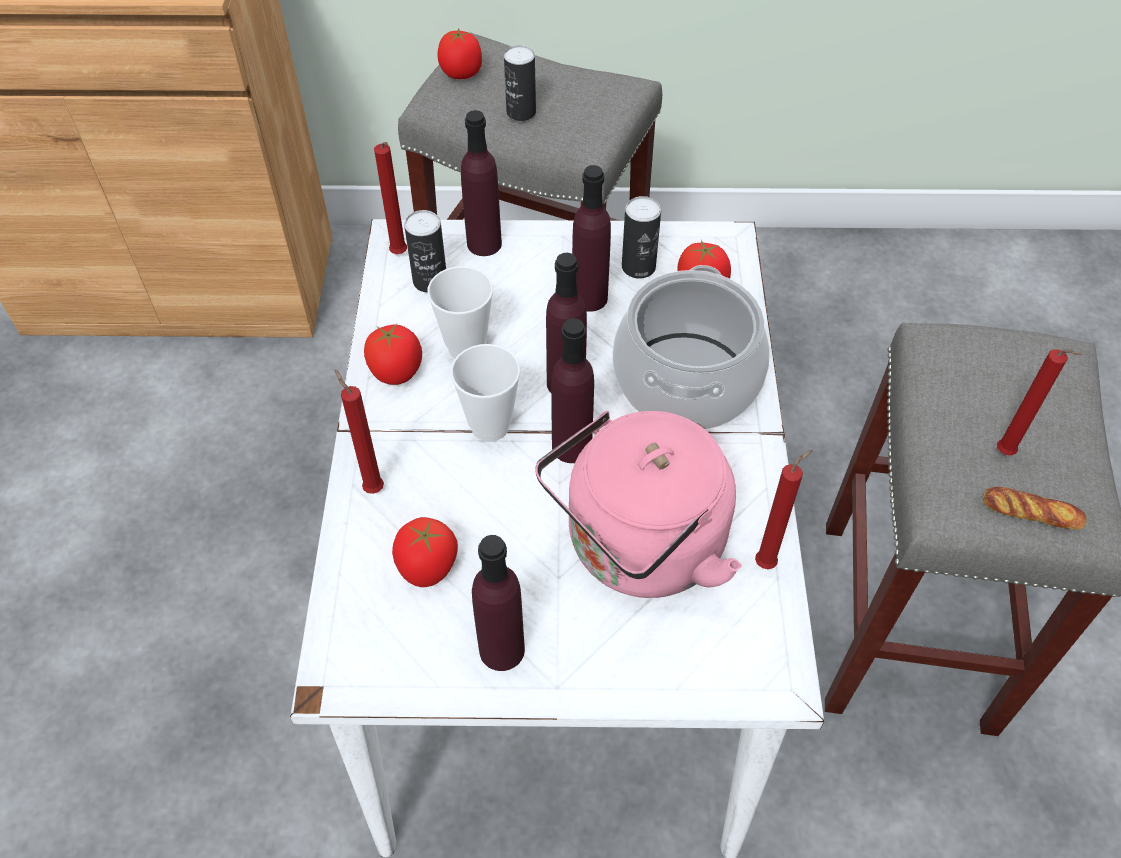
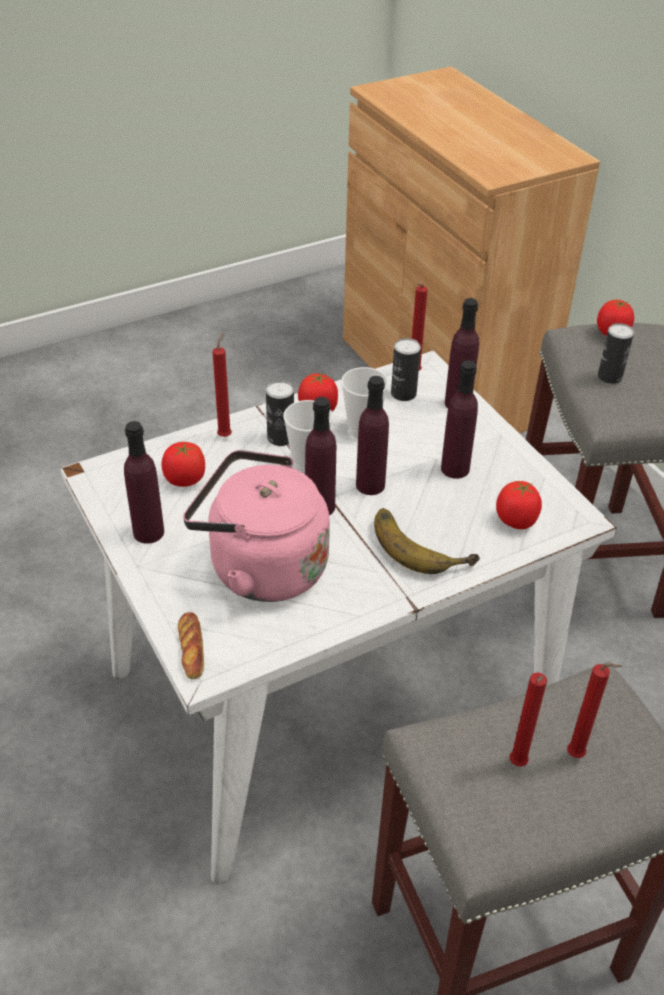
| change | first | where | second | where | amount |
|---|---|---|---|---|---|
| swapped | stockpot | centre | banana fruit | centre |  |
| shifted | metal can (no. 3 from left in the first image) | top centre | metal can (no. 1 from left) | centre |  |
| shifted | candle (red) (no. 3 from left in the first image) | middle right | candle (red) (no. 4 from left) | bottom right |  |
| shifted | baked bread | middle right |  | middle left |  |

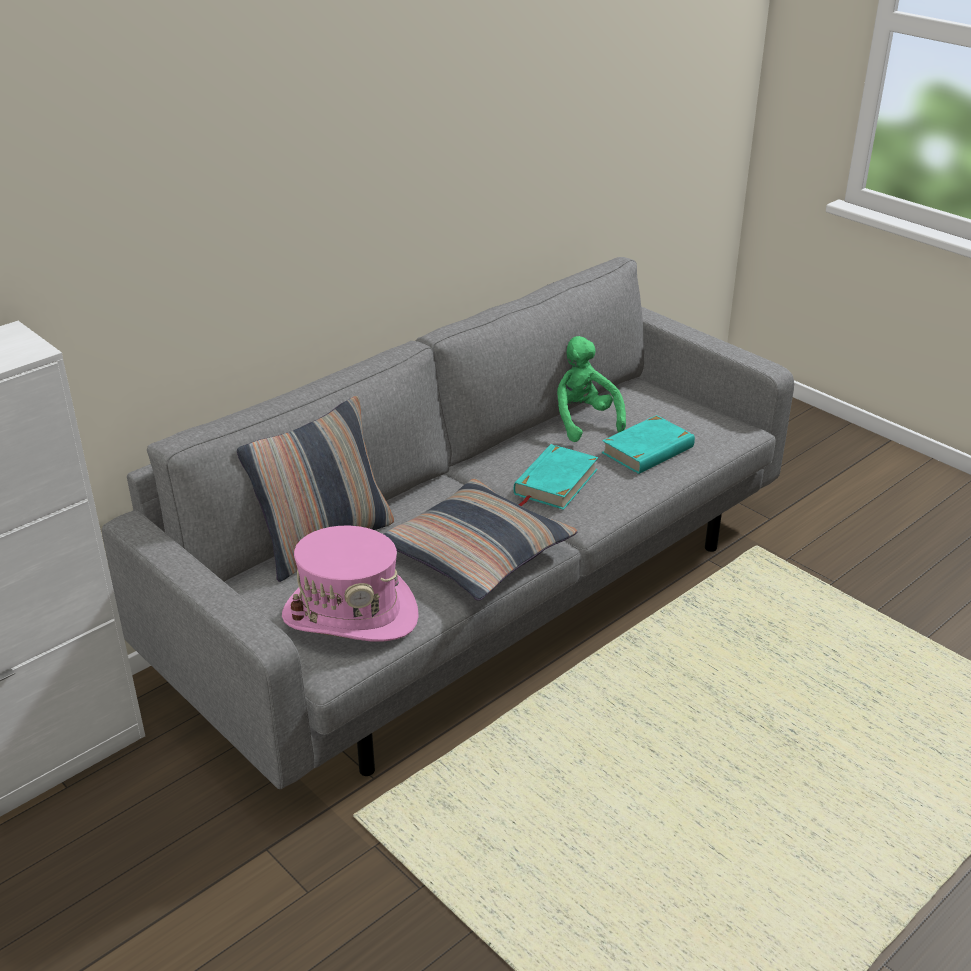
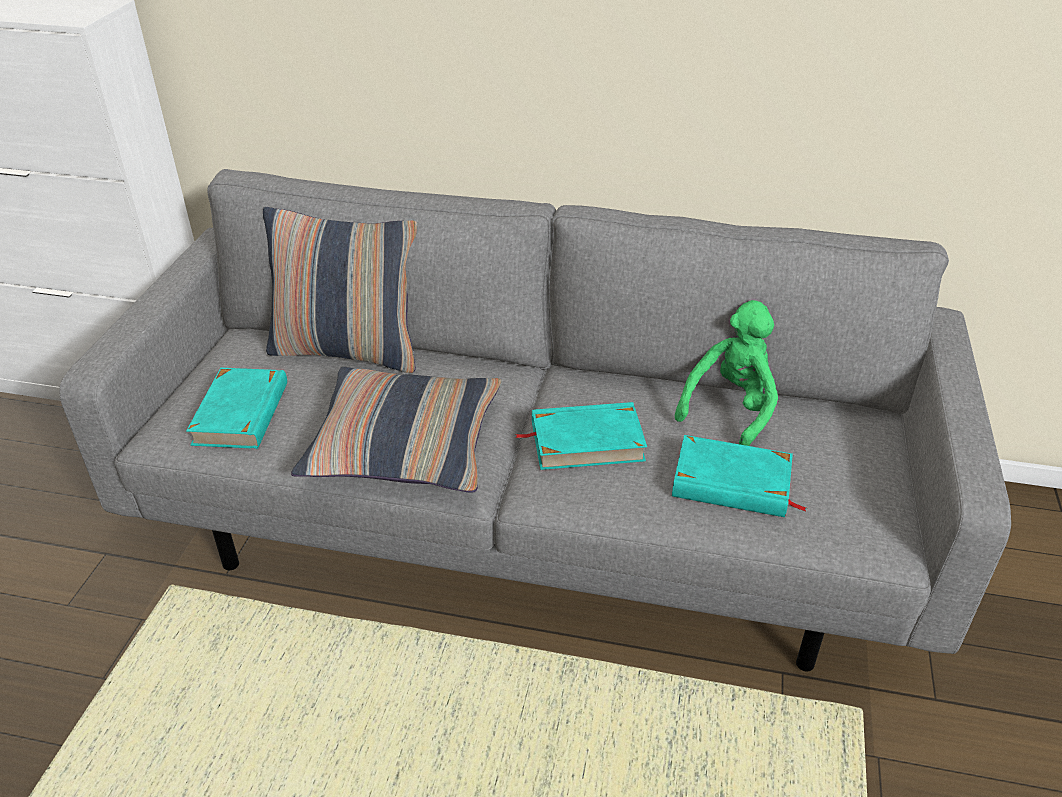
| change | first | where | second | where | amount |
|---|---|---|---|---|---|
| swapped | clothing hat (pinkish) | centre | bound book (turquoise) (no. 1 from left) | middle left |  |

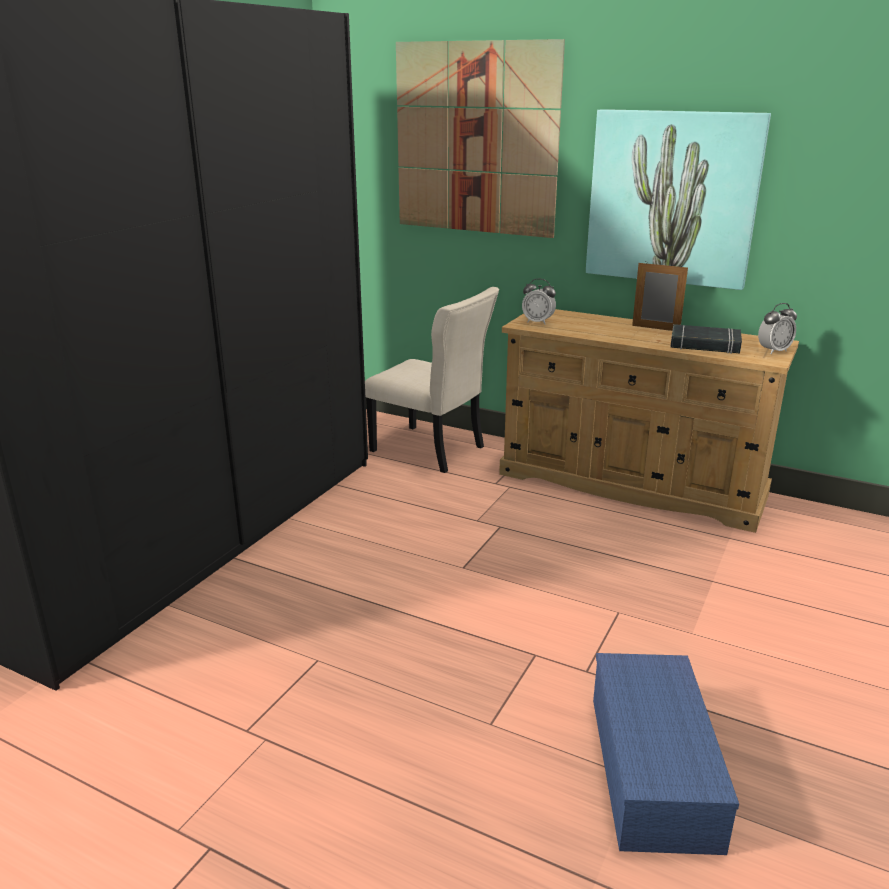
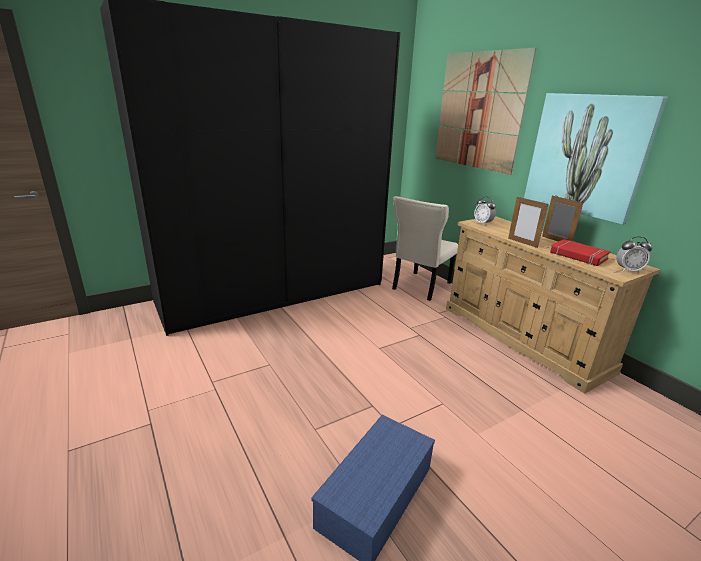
| change | first | where | second | where | amount |
|---|---|---|---|---|---|
| rotated | plain chair (beige-coloured) | centre |  | centre | 60 degrees clockwise |
| repainted | bound book (blackish) | middle right | bound book (red) | middle right |  |
| new |  |  | picture frame (no. 1 from left) | middle right |  |

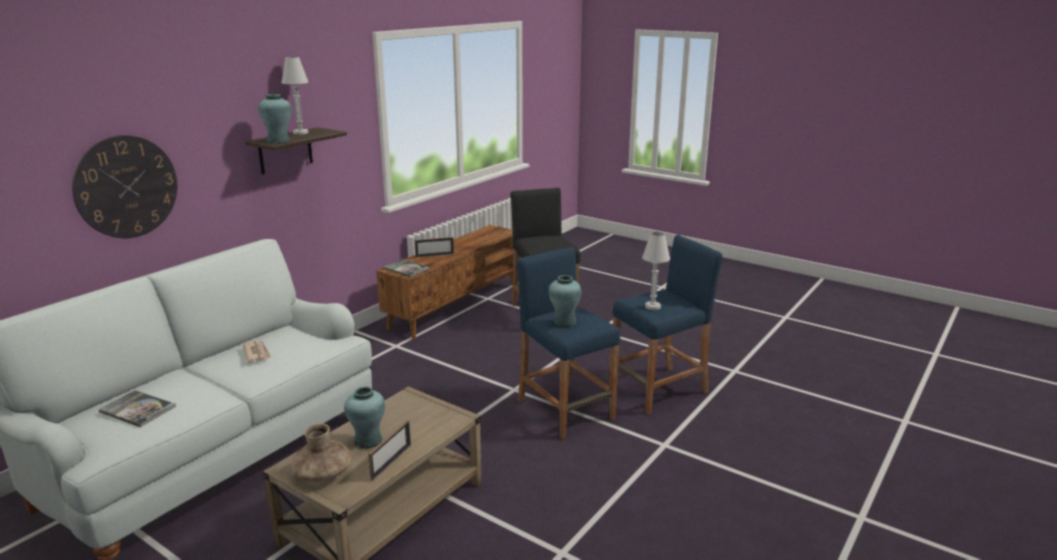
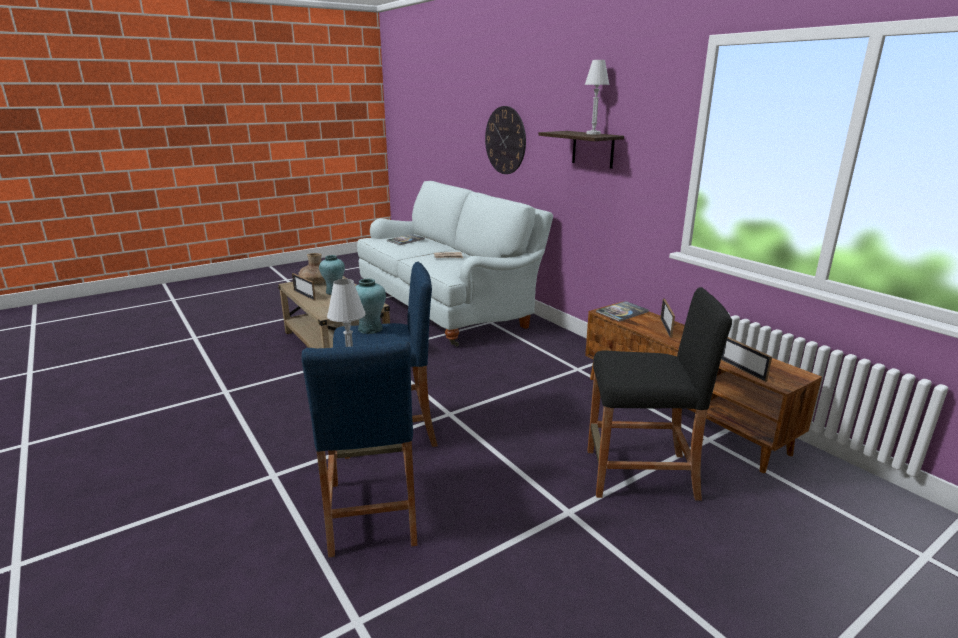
| change | first | where | second | where | amount |
|---|---|---|---|---|---|
| gone | decorative vase (turquoise) (no. 1 from left) | top left |  |  |  |
| new |  |  | picture frame (no. 3 from left) | middle right |  |

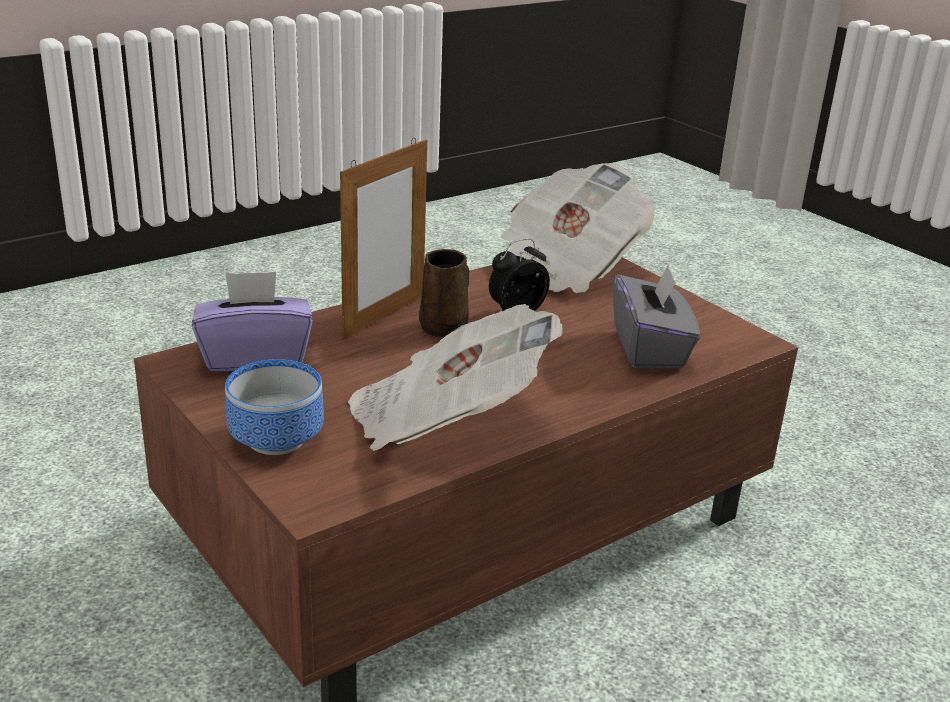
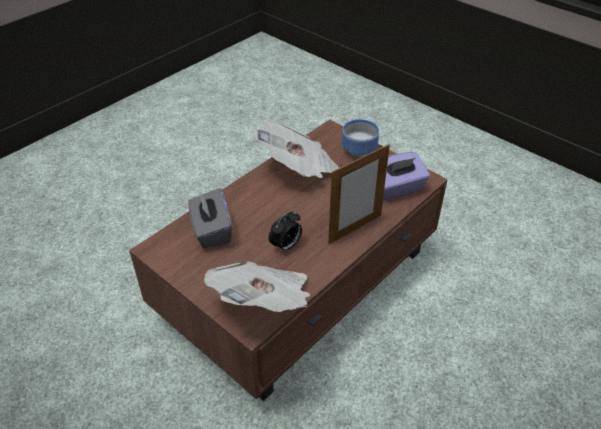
| change | first | where | second | where | amount |
|---|---|---|---|---|---|
| rotated | picture frame | centre |  | centre | 150 degrees counterclockwise |
| gone | coffee mug (brownish) | centre |  |  |  |

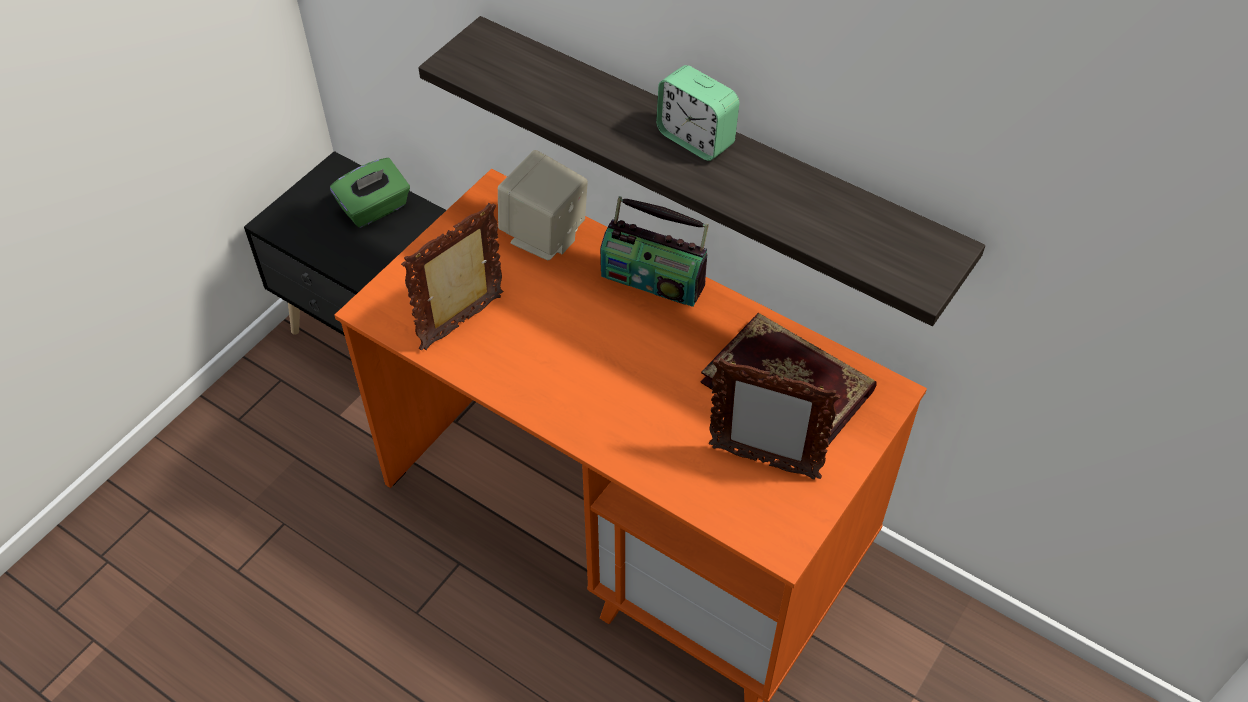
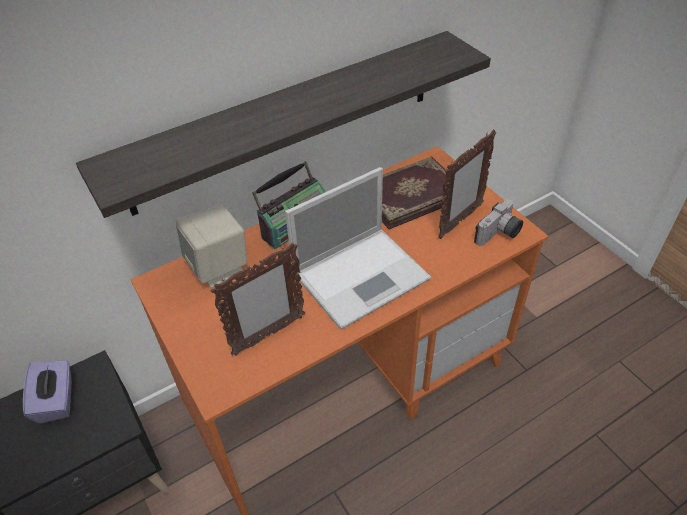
| change | first | where | second | where | amount |
|---|---|---|---|---|---|
| repainted | box of tissues (greenish) | top left | box of tissues (purple-coloured) | bottom left |  |
| rotated | picture frame (no. 1 from left) | centre |  | centre | 105 degrees counterclockwise |
| gone | alarm clock | top centre |  |  |  |
| new |  |  | laptop | centre |  |
| new |  |  | still camera | middle right |  |

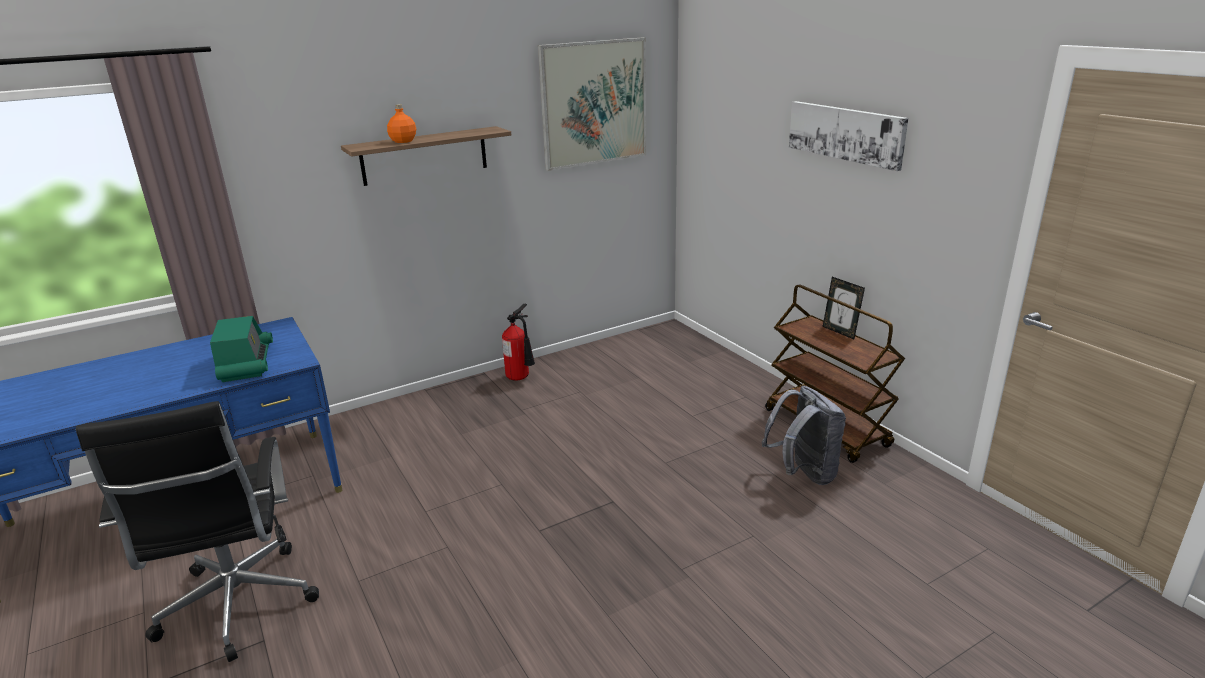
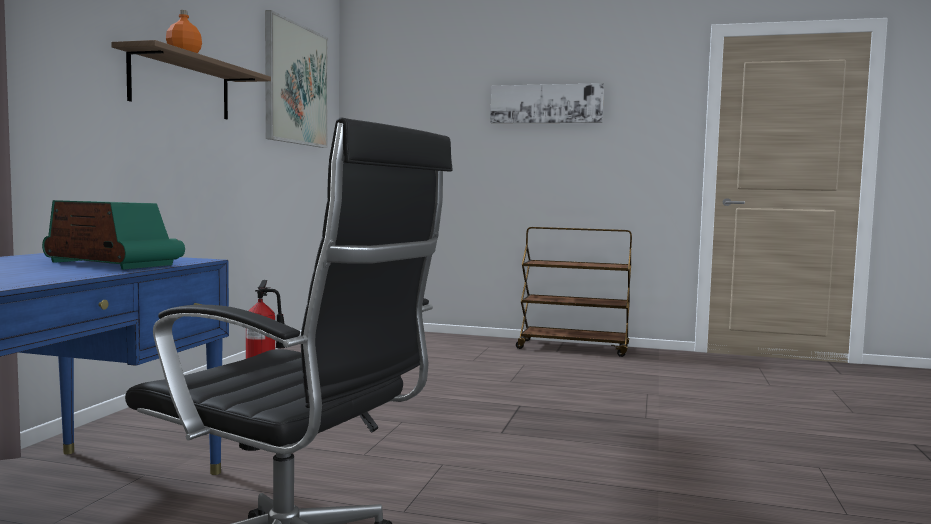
| change | first | where | second | where | amount |
|---|---|---|---|---|---|
| gone | knapsack (grey) | middle right |  |  |  |
| gone | picture frame | middle right |  |  |  |

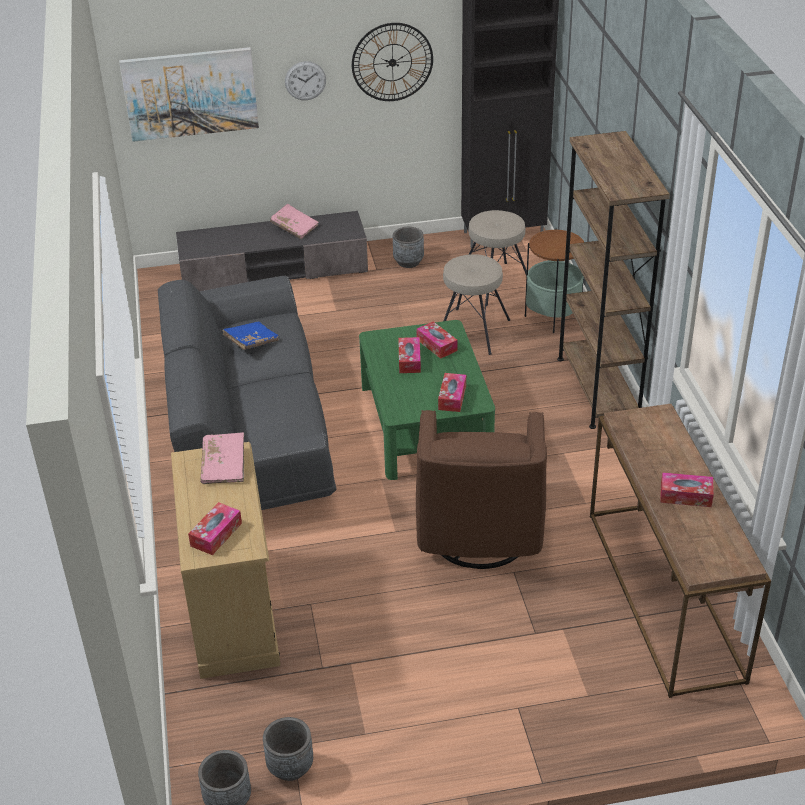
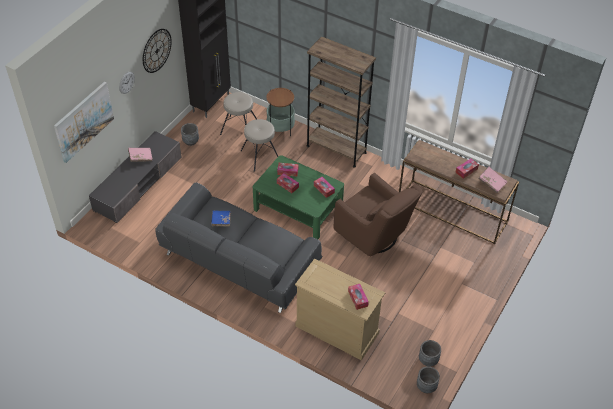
| change | first | where | second | where | amount |
|---|---|---|---|---|---|
| shifted | bound book (pinkish) (no. 1 from left in the first image) | middle left | bound book (pinkish) (no. 2 from left) | middle right |  |

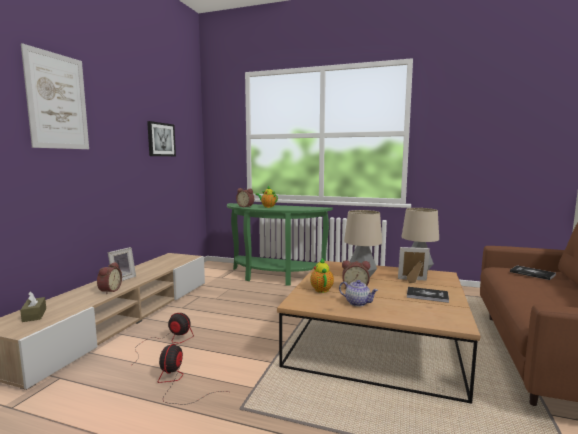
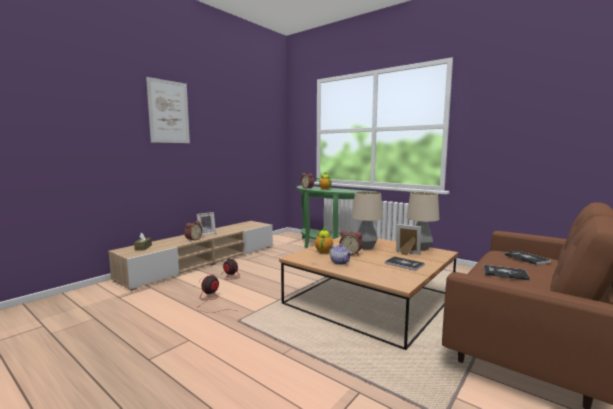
| change | first | where | second | where | amount |
|---|---|---|---|---|---|
| gone | wall art (no. 2 from left) | top left |  |  |  |
| new |  |  | bound book (no. 2 from left) | middle right |  |

